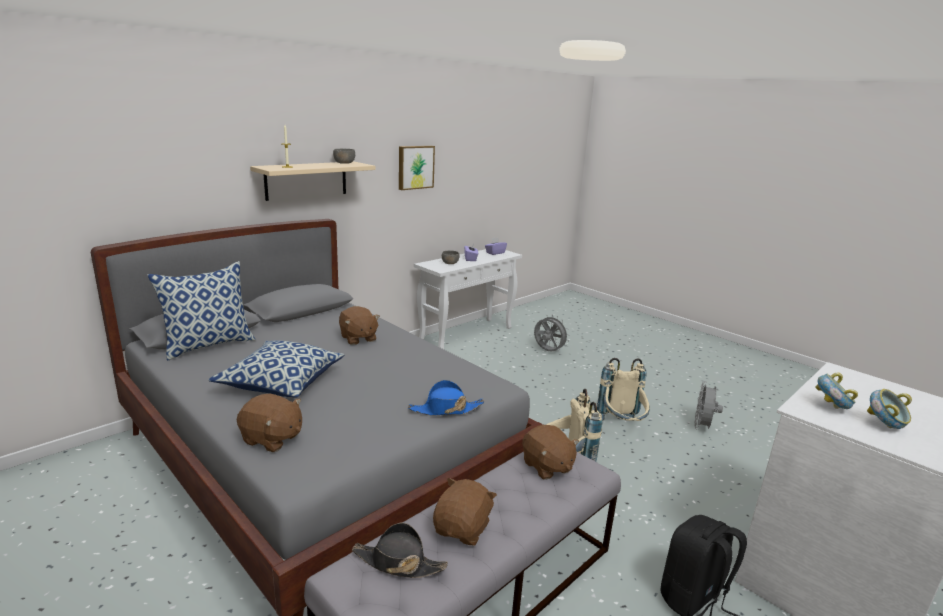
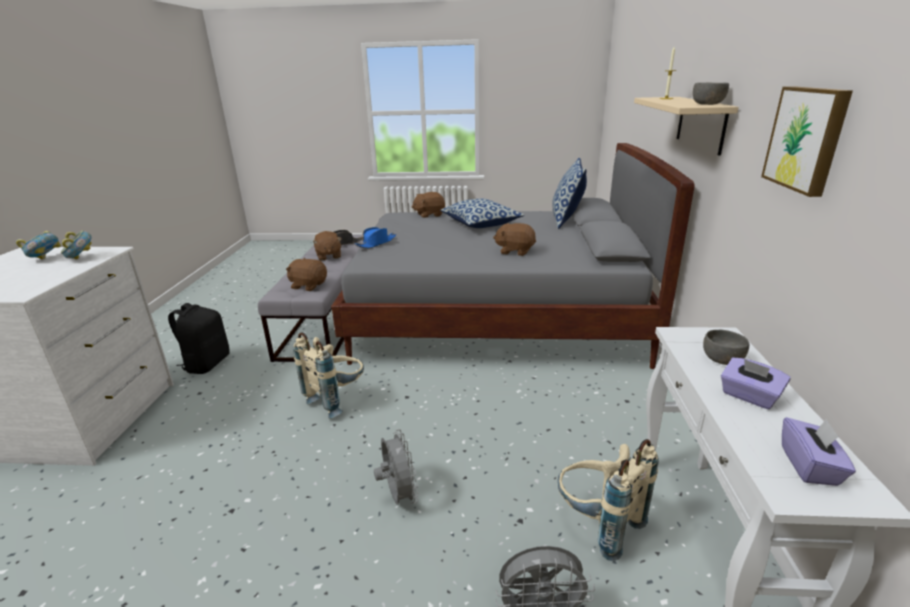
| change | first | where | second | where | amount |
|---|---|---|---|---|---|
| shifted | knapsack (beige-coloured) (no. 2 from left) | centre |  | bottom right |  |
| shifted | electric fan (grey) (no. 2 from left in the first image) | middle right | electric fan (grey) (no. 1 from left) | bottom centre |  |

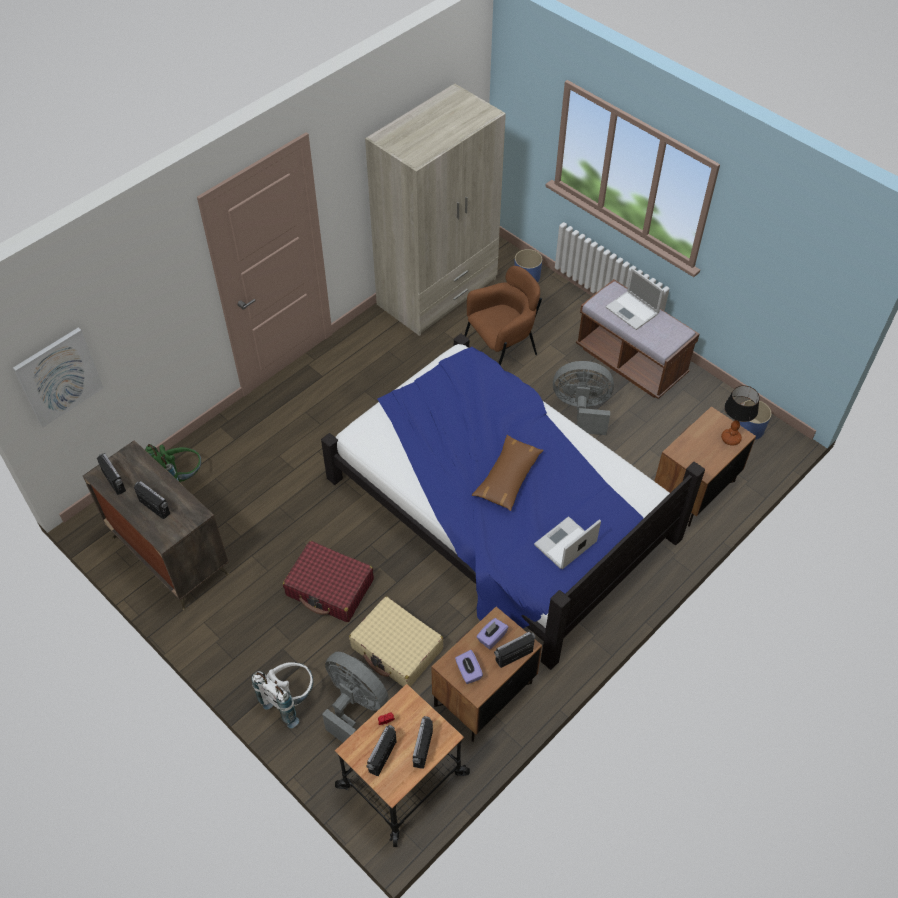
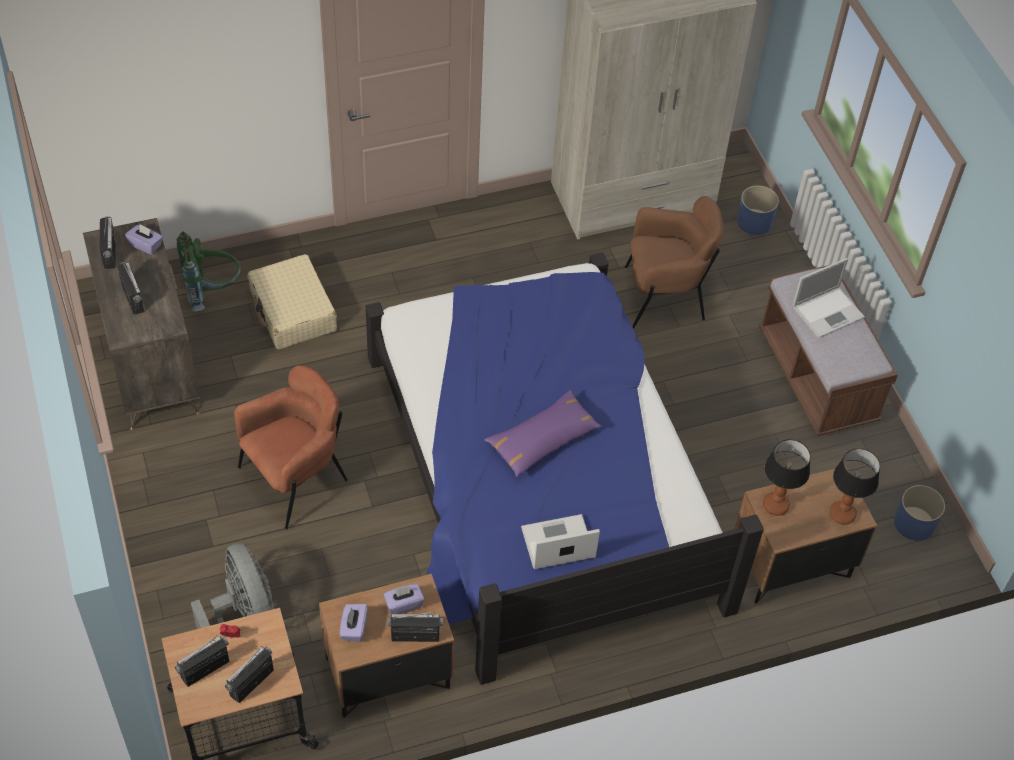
| change | first | where | second | where | amount |
|---|---|---|---|---|---|
| gone | wall art | middle left |  |  |  |
| gone | knapsack (whitish) | bottom left |  |  |  |
| swapped | suitcase (red) | centre | lounge chair (brownish) (no. 1 from left) | middle left |  |
| shifted | suitcase (beige-coloured) | bottom centre |  | middle left |  |
| repainted | cushion (brownish) | centre | cushion (purple-coloured) | centre |  |
| gone | electric fan (grey) (no. 2 from left) | centre |  |  |  |
| rotated | laptop (no. 2 from left) | top right |  | middle right | 105 degrees counterclockwise |
| new |  |  | box of tissues (purple-coloured) (no. 1 from left) | top left |  |
| new |  |  | table lamp (no. 1 from left) | middle right |  |

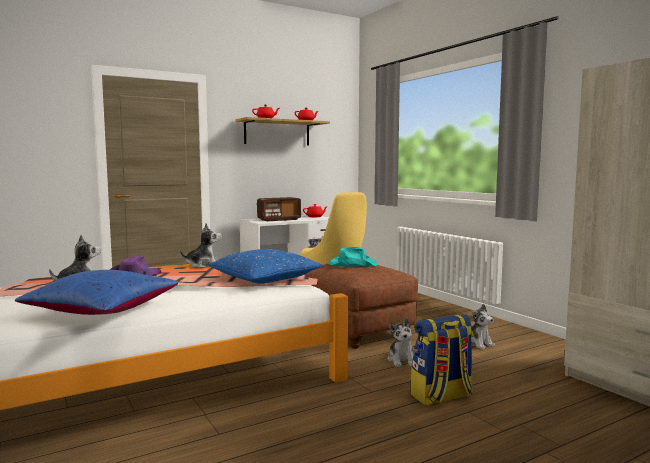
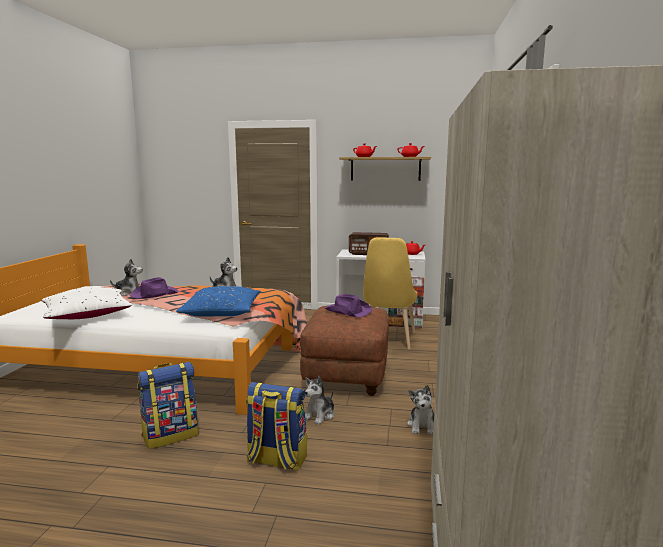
| change | first | where | second | where | amount |
|---|---|---|---|---|---|
| repainted | cushion (blue-coloured) (no. 1 from left) | middle left | cushion (whitish) | middle left |  |
| repainted | clothing hat (turquoise) | centre | clothing hat (purple-coloured) (no. 2 from left) | centre |  |
| new |  |  | knapsack (no. 1 from left) | bottom left |  |

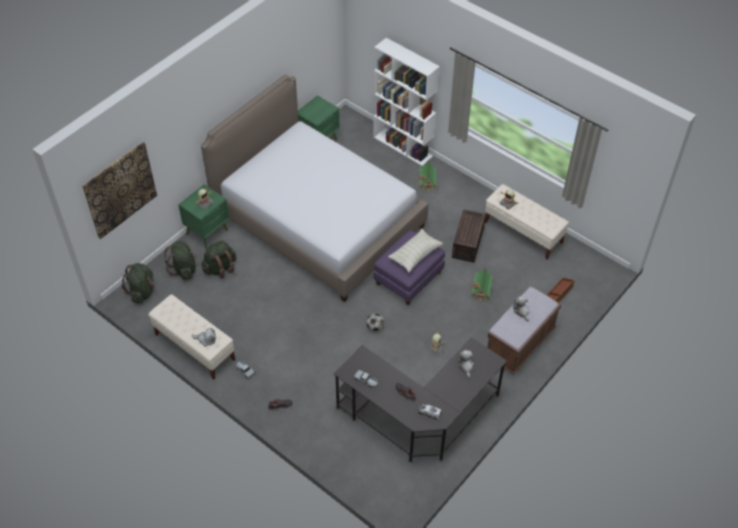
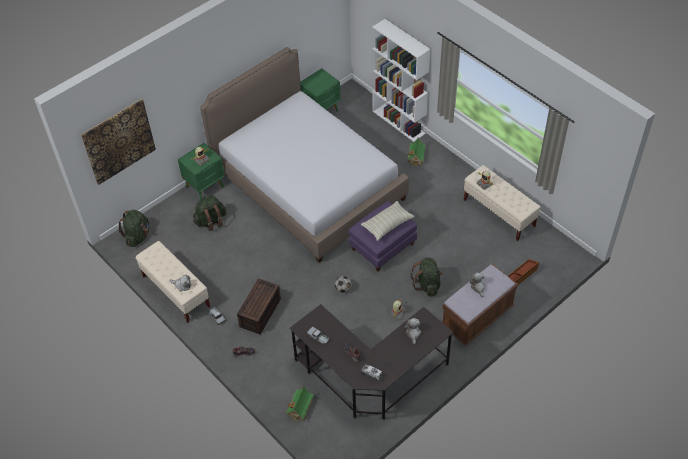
| change | first | where | second | where | amount |
|---|---|---|---|---|---|
| shifted | knapsack (greenish) (no. 2 from left in the first image) | middle left | knapsack (greenish) (no. 3 from left) | centre |  |
| shifted | storage container (brownish) (no. 1 from left) | centre |  | bottom centre |  |
| shifted | toy house (no. 2 from left in the first image) | centre | toy house (no. 1 from left) | bottom centre |  |

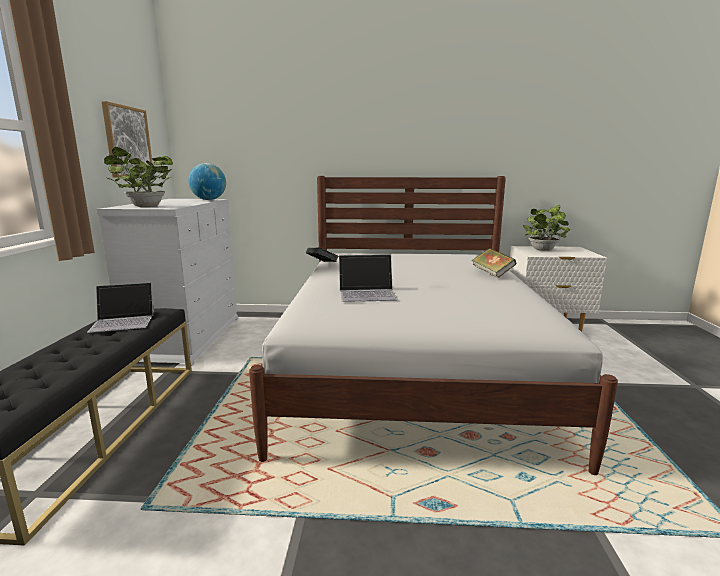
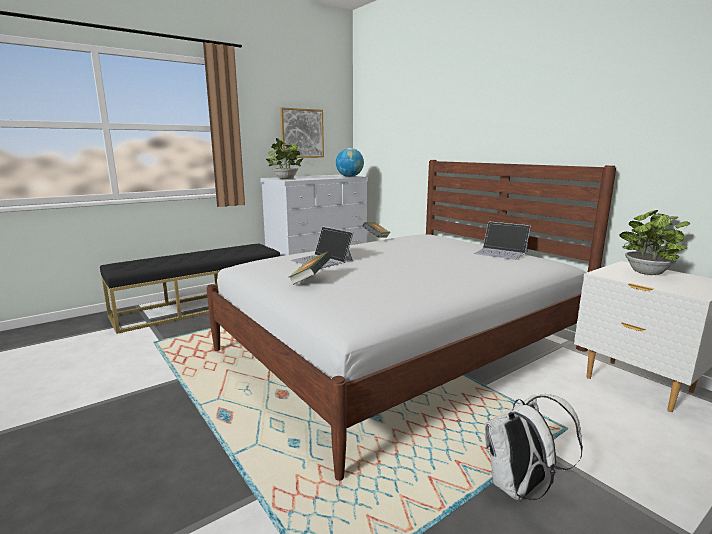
| change | first | where | second | where | amount |
|---|---|---|---|---|---|
| shifted | laptop (no. 1 from left in the first image) | middle left | laptop (no. 2 from left) | middle right |  |
| shifted | bound book (no. 2 from left in the first image) | middle right | bound book (no. 1 from left) | centre |  |
| new |  |  | knapsack (whitish) | bottom right |  |

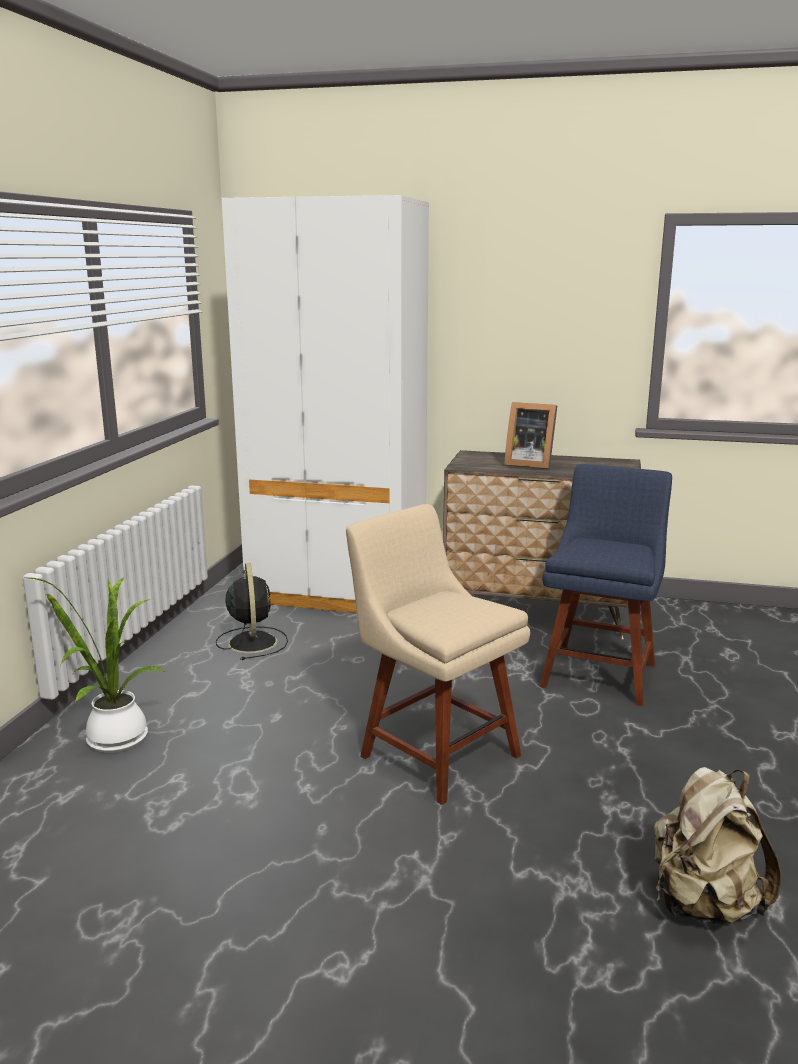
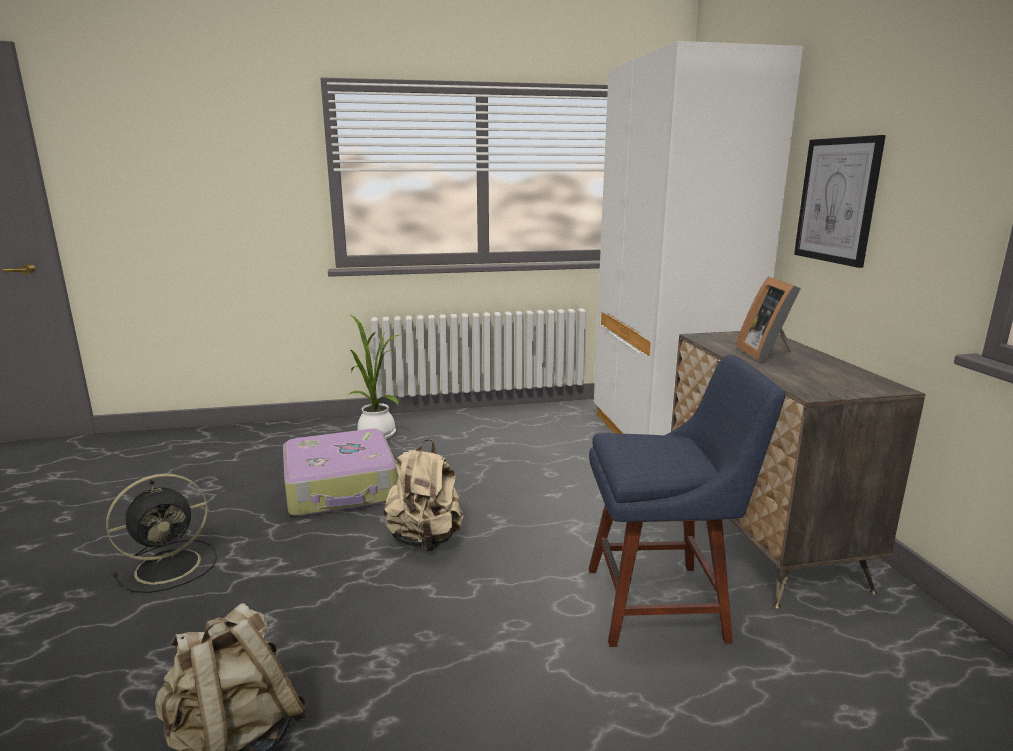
| change | first | where | second | where | amount |
|---|---|---|---|---|---|
| shifted | electric fan (blackish) | middle left |  | bottom left |  |
| swapped | plain chair (beige-coloured) | centre | knapsack (beige-coloured) (no. 2 from left) | centre |  |
| new |  |  | suitcase | centre |  |
| new |  |  | wall art | top right |  |

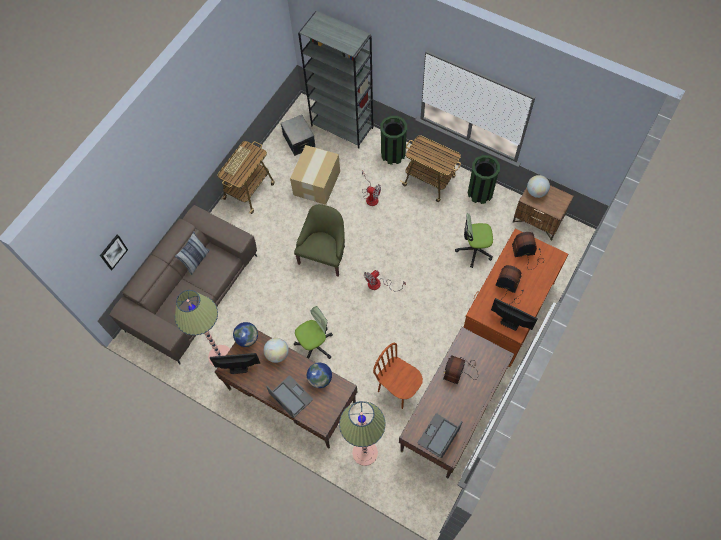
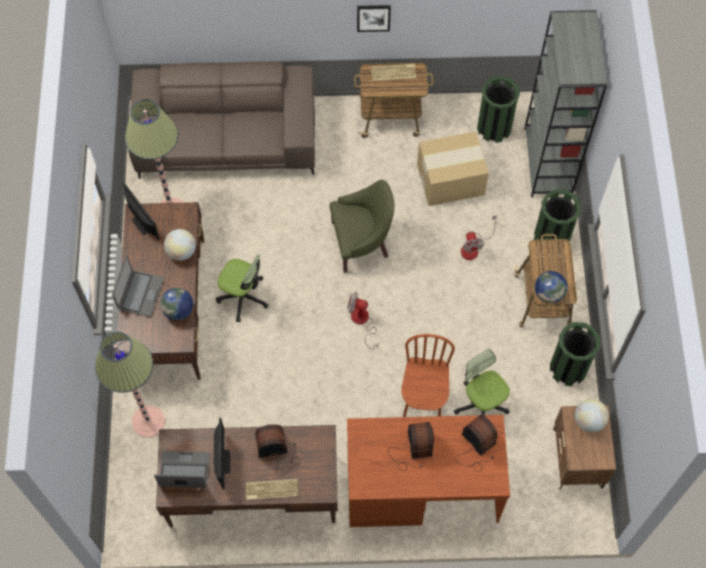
| change | first | where | second | where | amount |
|---|---|---|---|---|---|
| shifted | wall art | middle left |  | top centre |  |
| gone | cushion | middle left |  |  |  |
| shifted | desk globe (no. 1 from left in the first image) | centre | desk globe (no. 3 from left) | middle right |  |
| swapped | storage container | top centre | waste bin (greenish) (no. 1 from left) | top right |  |
| shifted | plain chair (brownish) | bottom centre |  | centre |  |
| shifted | computer display (no. 2 from left) | middle right |  | bottom left |  |
| new |  |  | PC keyboard (no. 1 from left) | bottom centre |  |

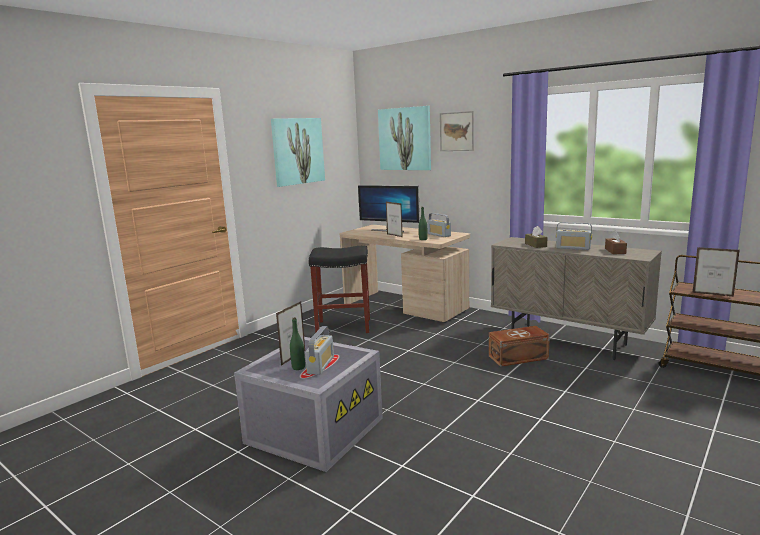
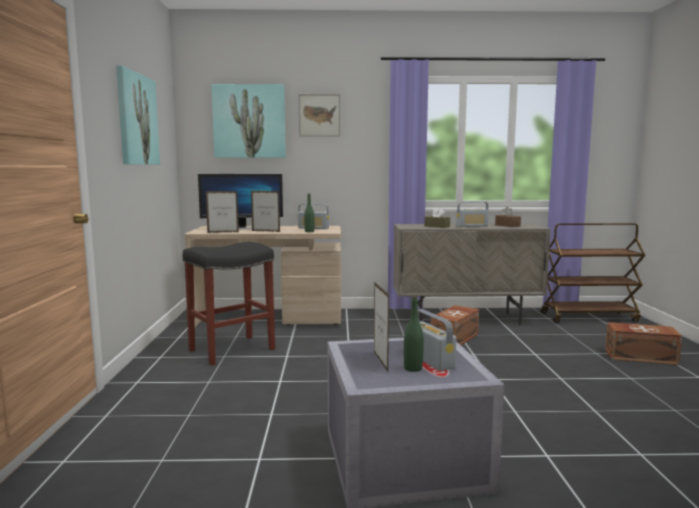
| change | first | where | second | where | amount |
|---|---|---|---|---|---|
| shifted | picture frame (no. 3 from left in the first image) | middle right | picture frame (no. 1 from left) | middle left |  |
| new |  |  | storage container (brownish) (no. 2 from left) | bottom right |  |

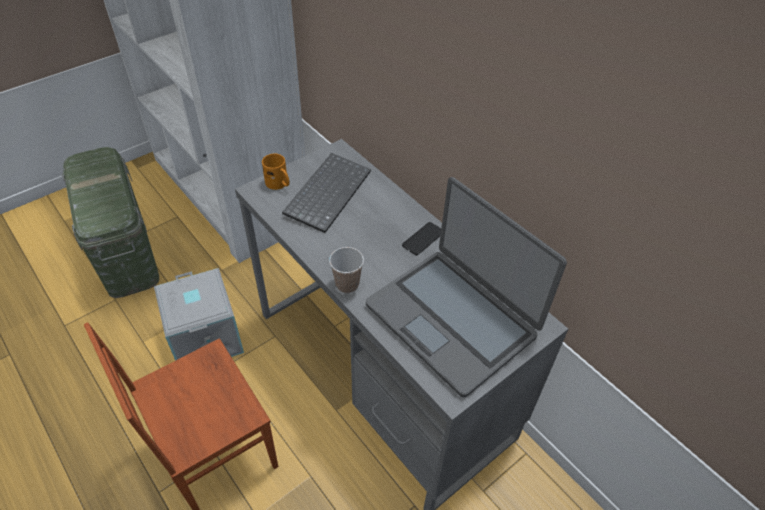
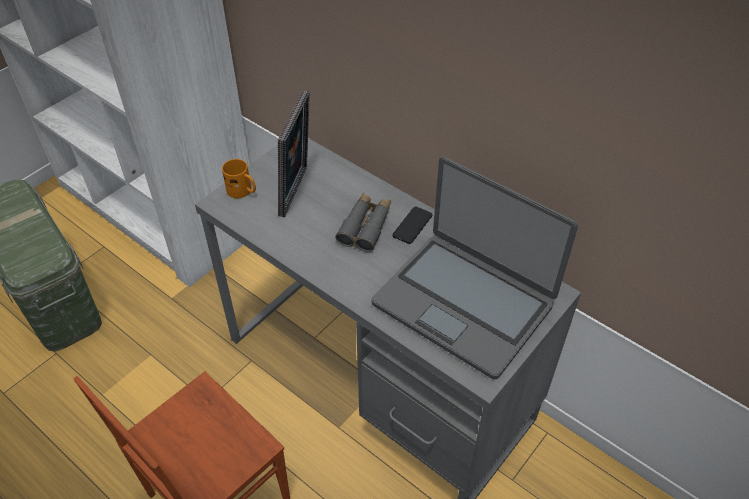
| change | first | where | second | where | amount |
|---|---|---|---|---|---|
| gone | storage container (grey) | middle left |  |  |  |
| swapped | PC keyboard | centre | picture frame | top centre |  |
| gone | cup | centre |  |  |  |
| new |  |  | binoculars (grey) | centre |  |

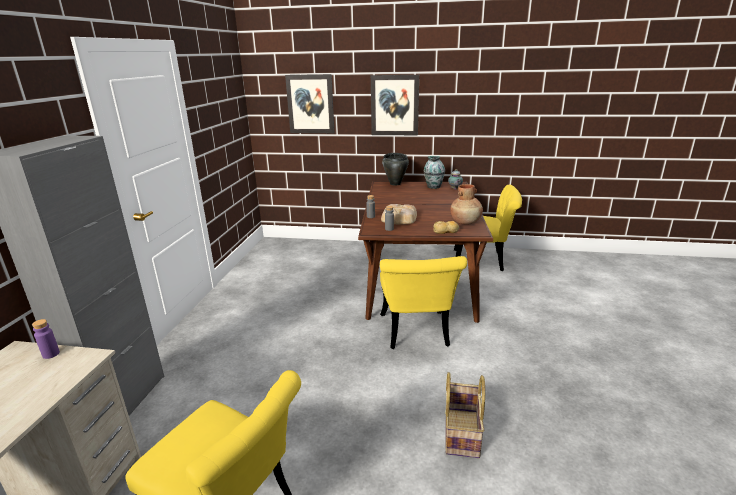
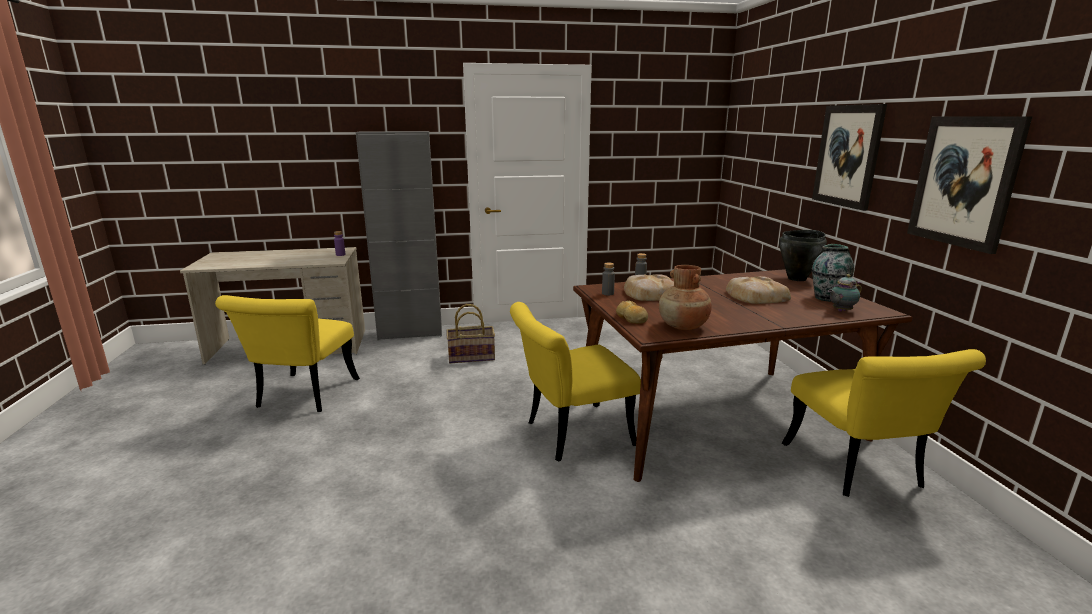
| change | first | where | second | where | amount |
|---|---|---|---|---|---|
| shifted | wall art (no. 1 from left in the first image) | top centre | wall art (no. 2 from left) | top right |  |
| shifted | storage basket | bottom centre |  | centre |  |
| new |  |  | baked bread (no. 3 from left) | middle right |  |

